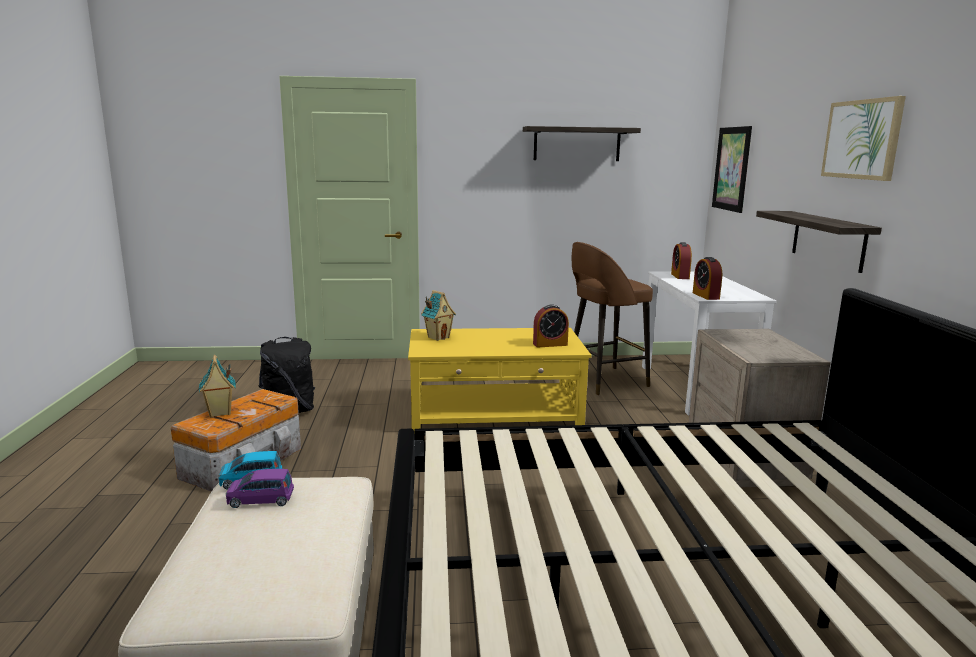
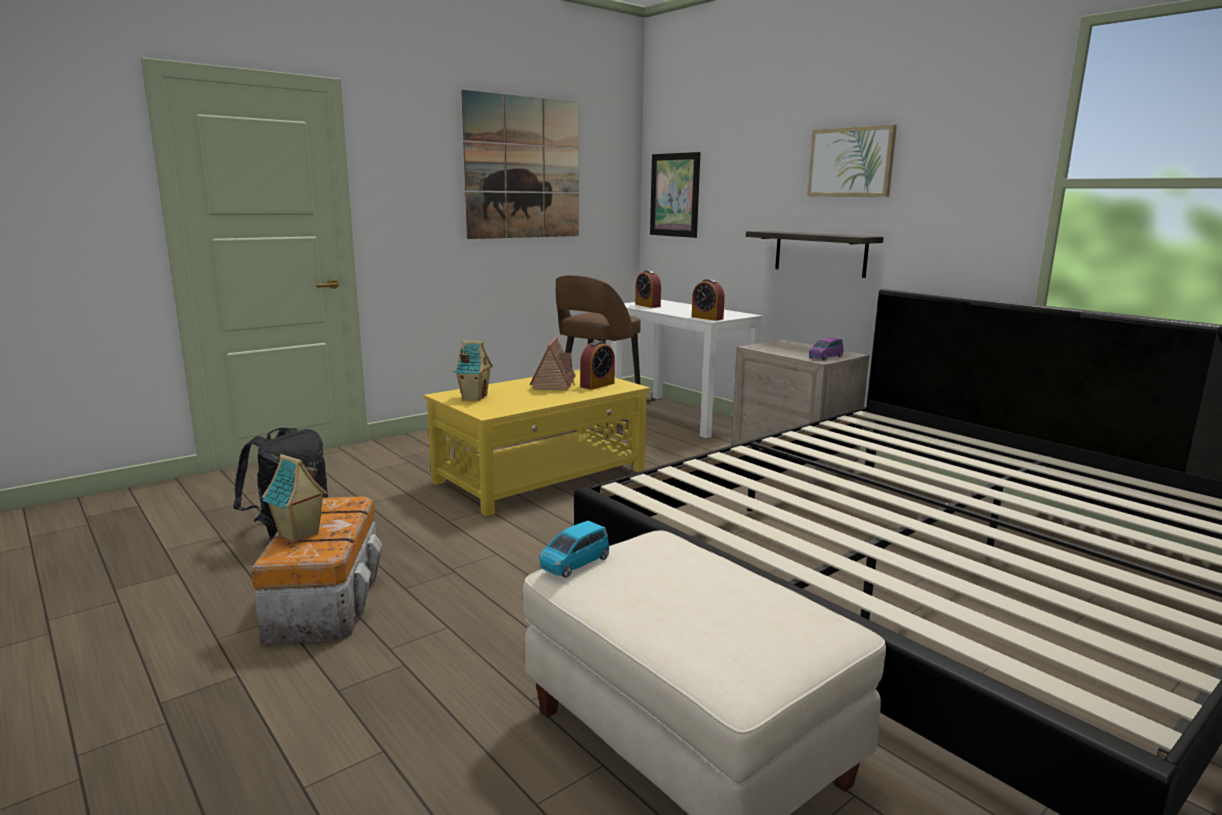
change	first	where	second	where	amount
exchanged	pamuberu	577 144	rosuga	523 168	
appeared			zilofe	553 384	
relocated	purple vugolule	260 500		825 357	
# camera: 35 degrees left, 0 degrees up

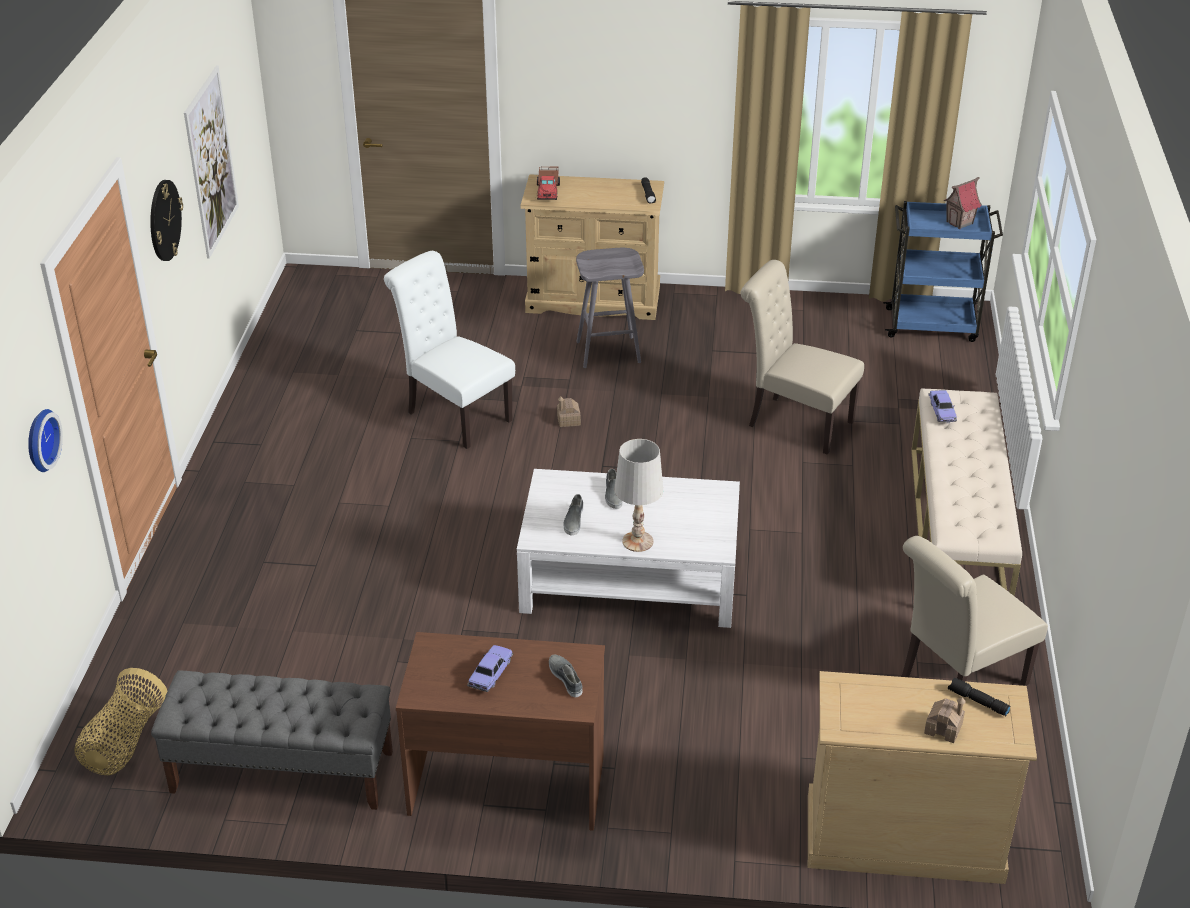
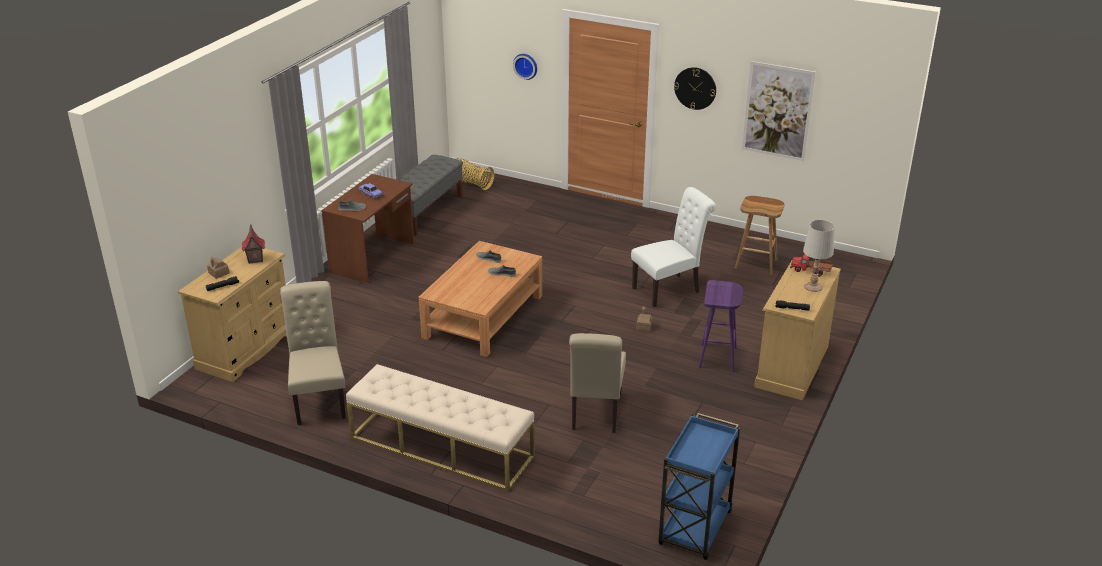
change	first	where	second	where	amount
relocated	zilofe	960 223		255 259	
colour	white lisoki	631 578	brown lisoki	483 317	
spun	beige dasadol	794 422		595 414	135 degrees clockwise
colour	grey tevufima	609 351	purple tevufima	718 358	
appeared			brown tevufima	756 264	
relocated	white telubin	638 541		813 286	
missing	vugolule	942 411			
# camera: 110 degrees right, 5 degrees down

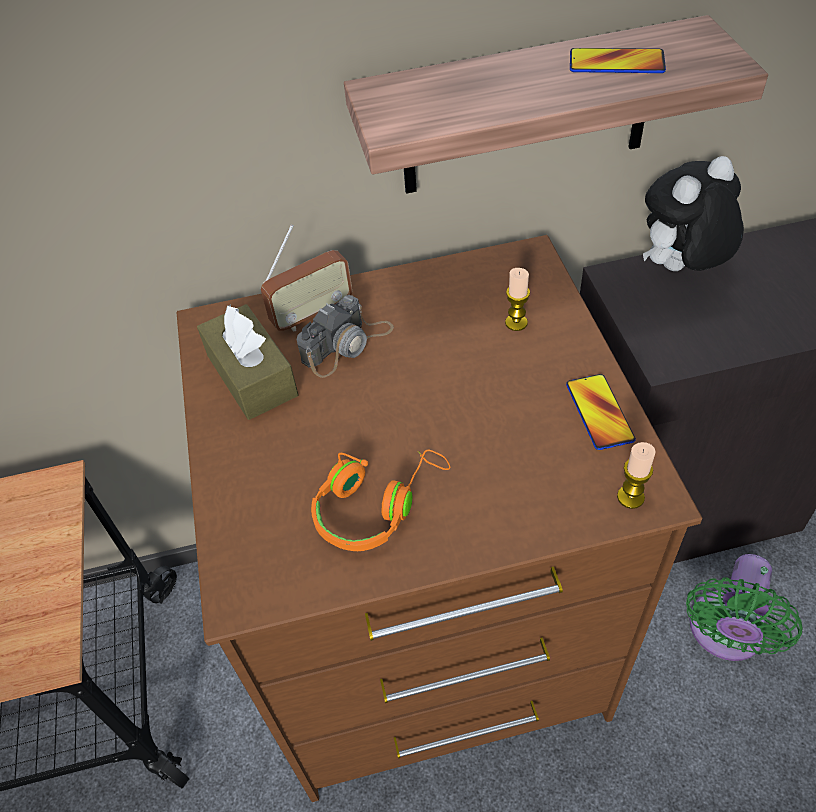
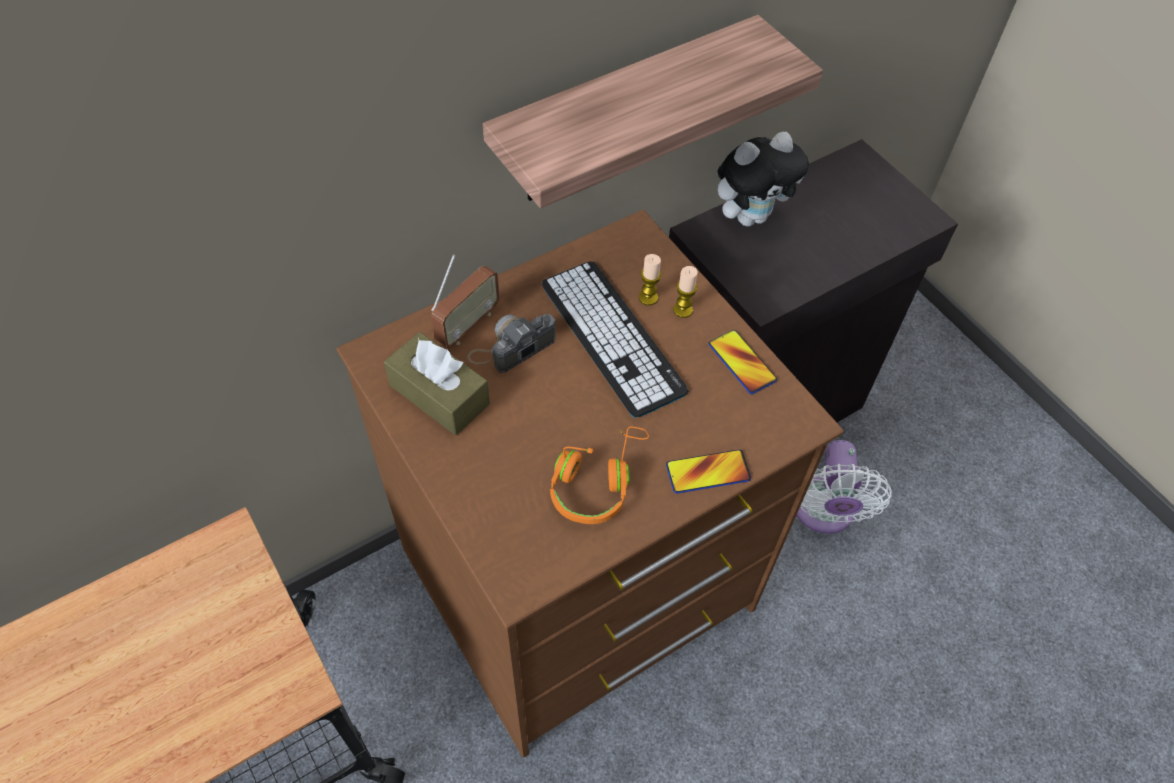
change	first	where	second	where	amount
spun	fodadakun	347 344		512 347	150 degrees counterclockwise
appeared			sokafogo	612 337	
relocated	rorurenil	616 63		708 472	
relocated	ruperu	630 497		683 310	
spun	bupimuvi	680 270		750 216	150 degrees counterclockwise
colour	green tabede	724 633	white tabede	823 512	
# camera: 25 degrees left, 5 degrees up

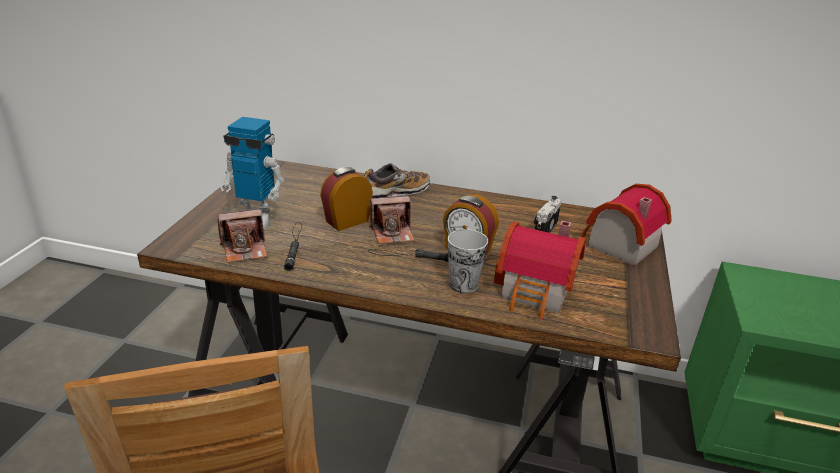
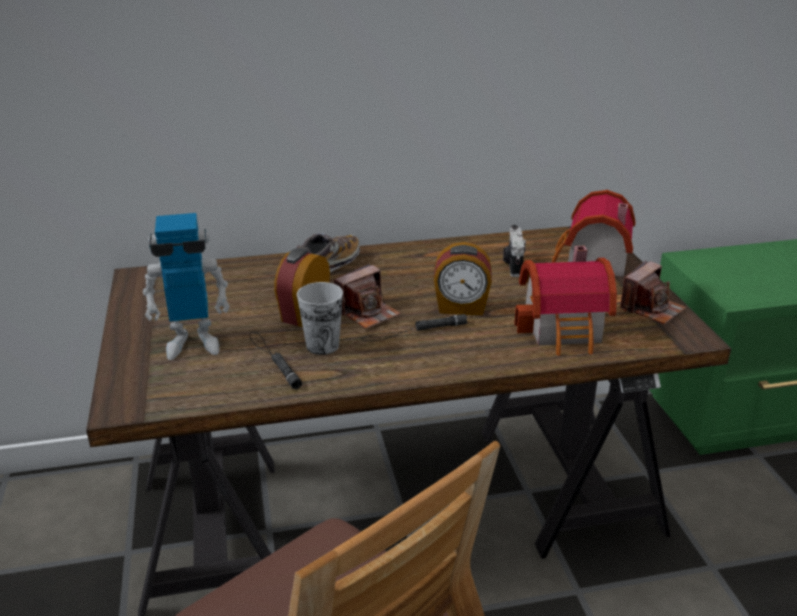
change	first	where	second	where	amount
relocated	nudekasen	463 285		322 345	
relocated	fodadakun	245 249		651 309	
# camera: 25 degrees left, 0 degrees up

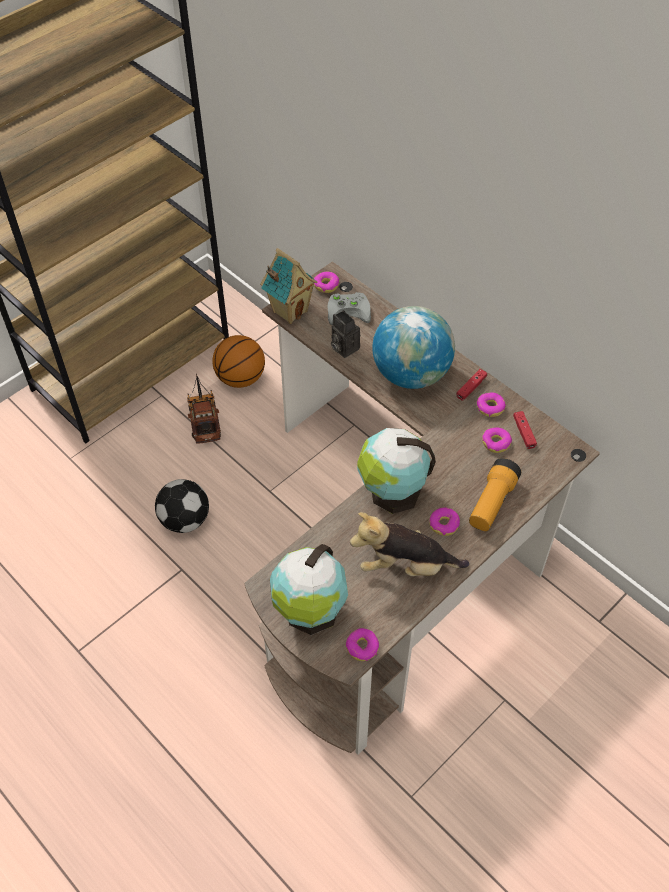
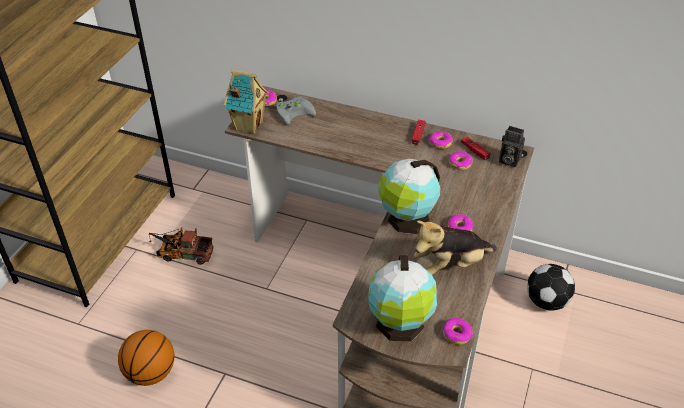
change	first	where	second	where	amount
relocated	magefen	241 378		151 373	
spun	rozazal	204 417		182 254	45 degrees counterclockwise
relocated	fodadakun	343 347		508 160	
relocated	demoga	185 520		547 302	
missing	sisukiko	411 374			
missing	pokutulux	492 503			
# camera: 25 degrees left, 10 degrees down

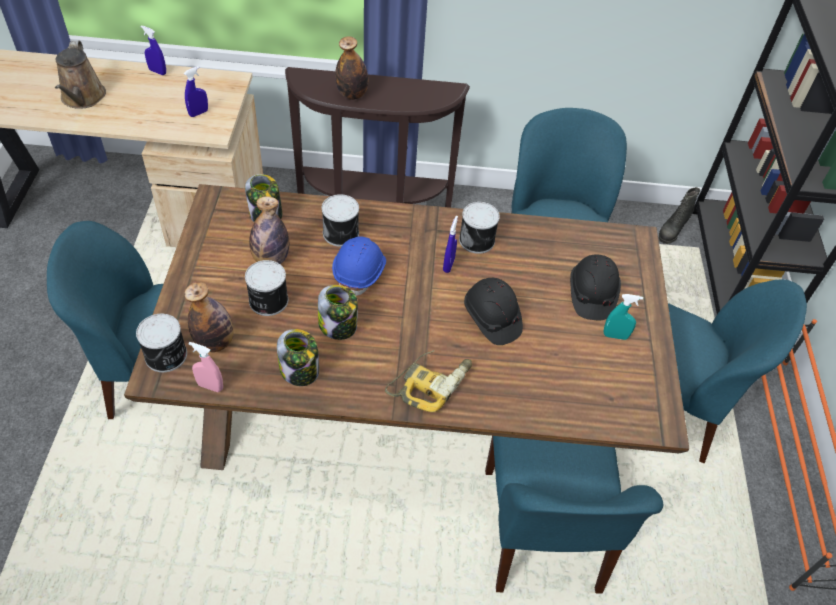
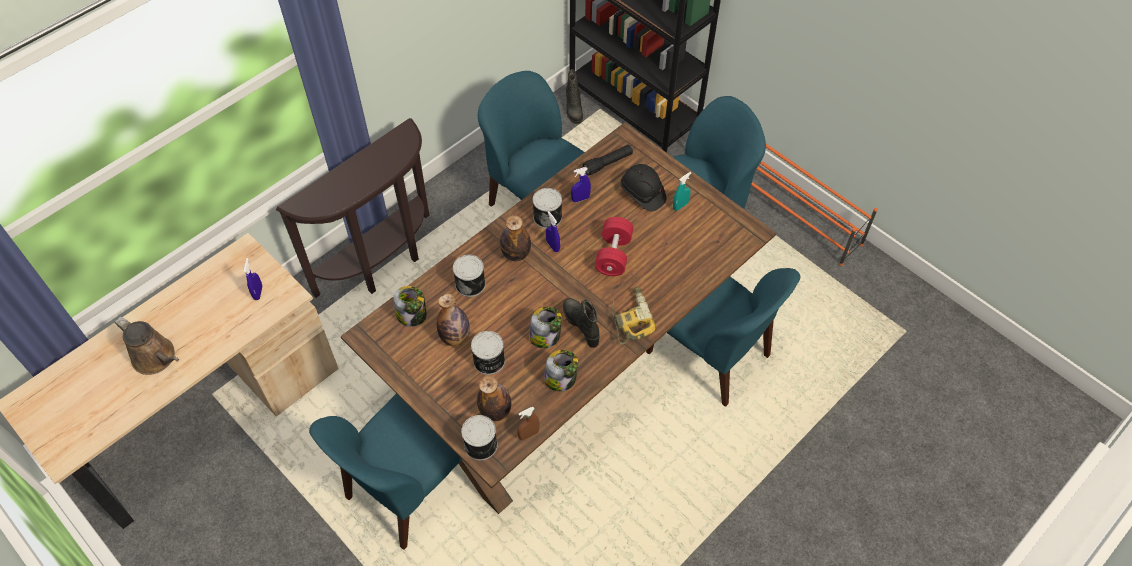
change	first	where	second	where	amount
relocated	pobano	352 94		516 254	
colour	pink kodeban	210 386	brown kodeban	528 434	
appeared			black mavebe	581 325	
relocated	blue kodeban	157 72		580 199	
appeared			black pokutulux	608 164	
exchanged	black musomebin	491 319	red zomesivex	613 255	
missing	blue musomebin	360 273			
# camera: 45 degrees left, 5 degrees up

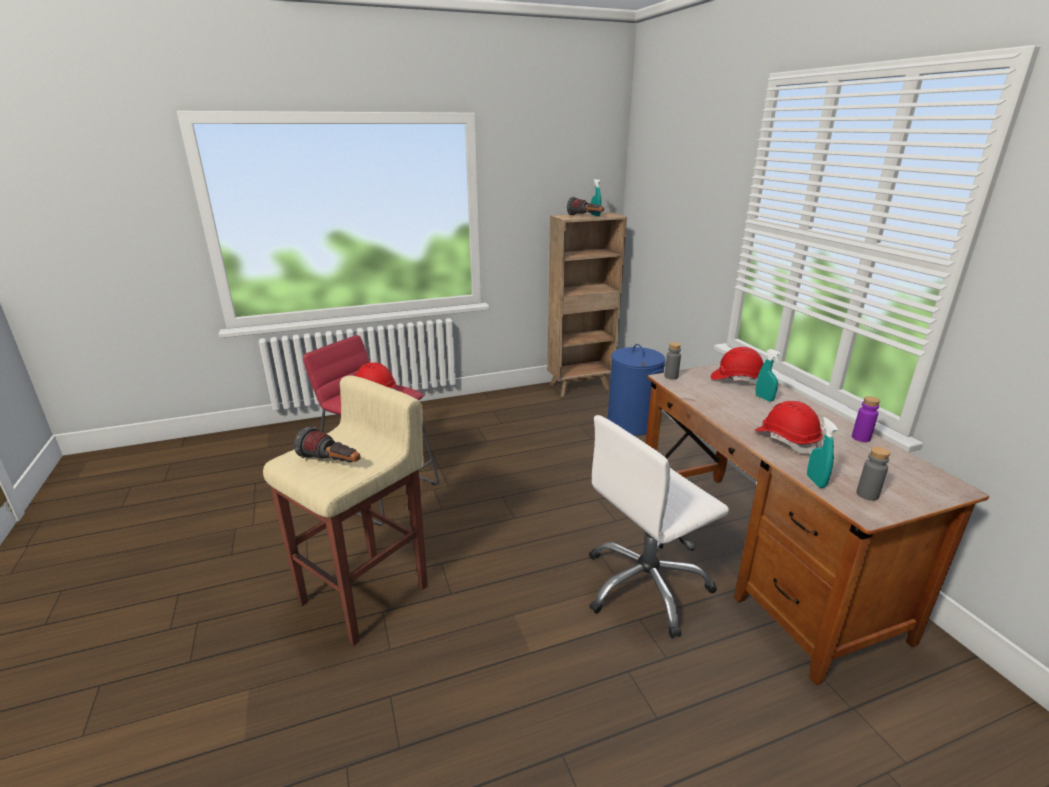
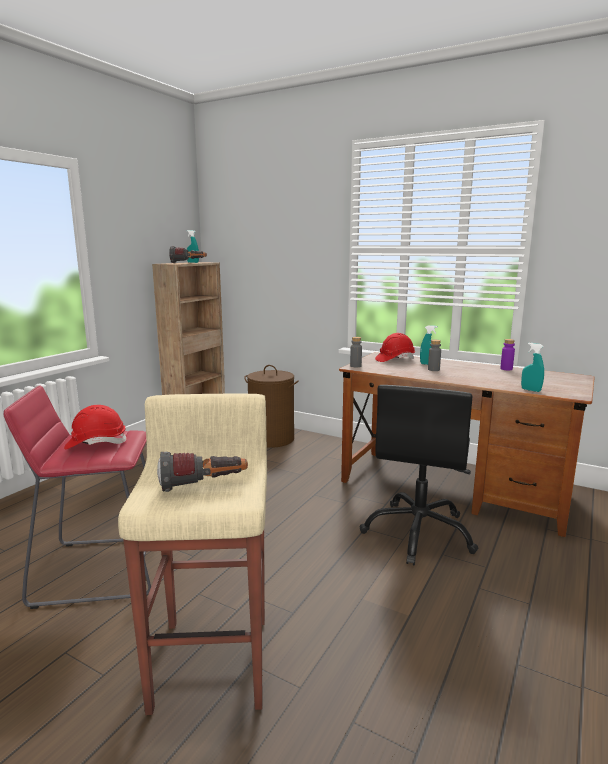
change	first	where	second	where	amount
colour	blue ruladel	632 424	brown ruladel	272 439	
colour	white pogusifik	646 586	black pogusifik	419 533	
relocated	grey pobano	867 495		433 370	
missing	red musomebin	786 440			
# camera: 40 degrees left, 10 degrees down

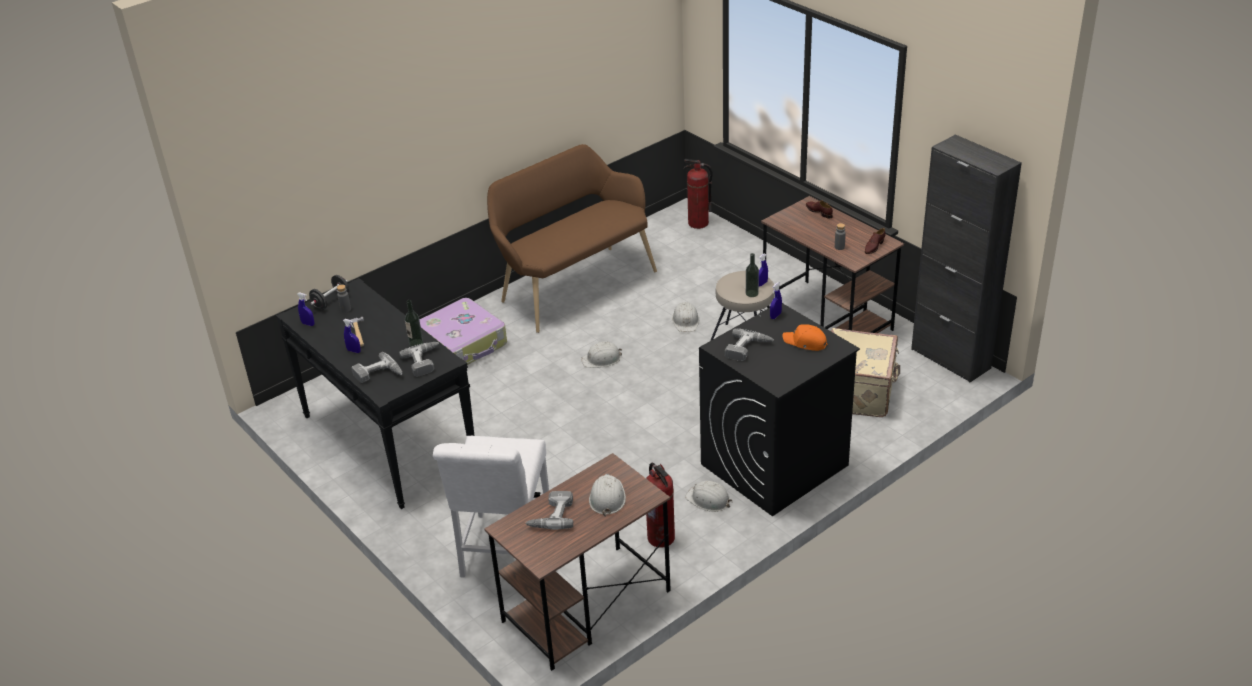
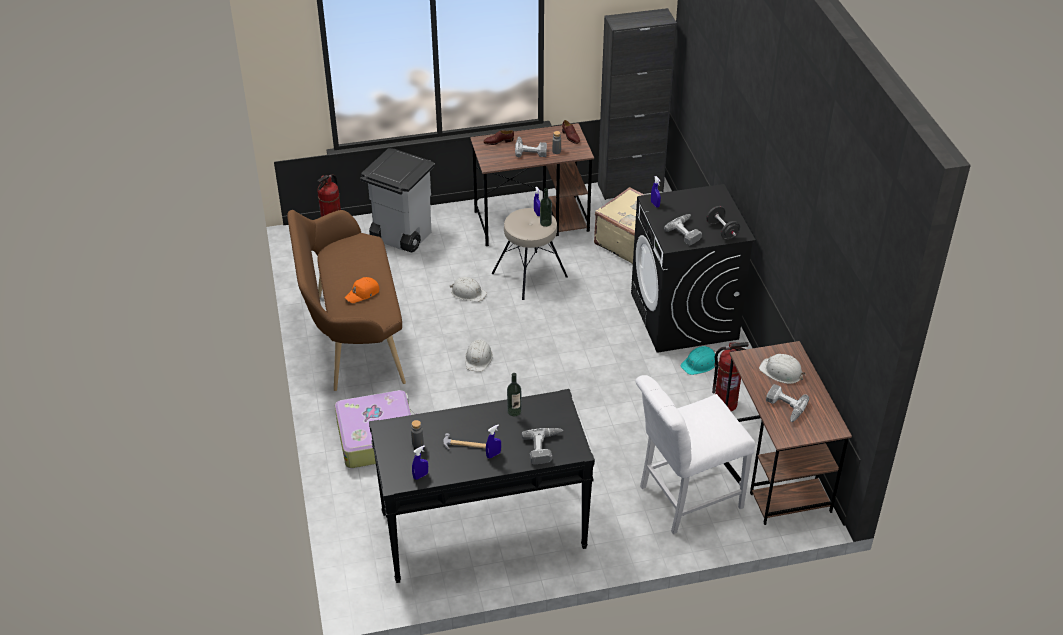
change	first	where	second	where	amount
relocated	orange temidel	805 342		363 293	
appeared			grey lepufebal	401 237	
relocated	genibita	425 361		530 149	
spun	white dasadol	504 552		685 498	120 degrees clockwise
colour	white musomebin	708 500	turquoise musomebin	699 364	
relocated	black zomesivex	331 301		722 231	
# camera: 65 degrees left, 5 degrees up

